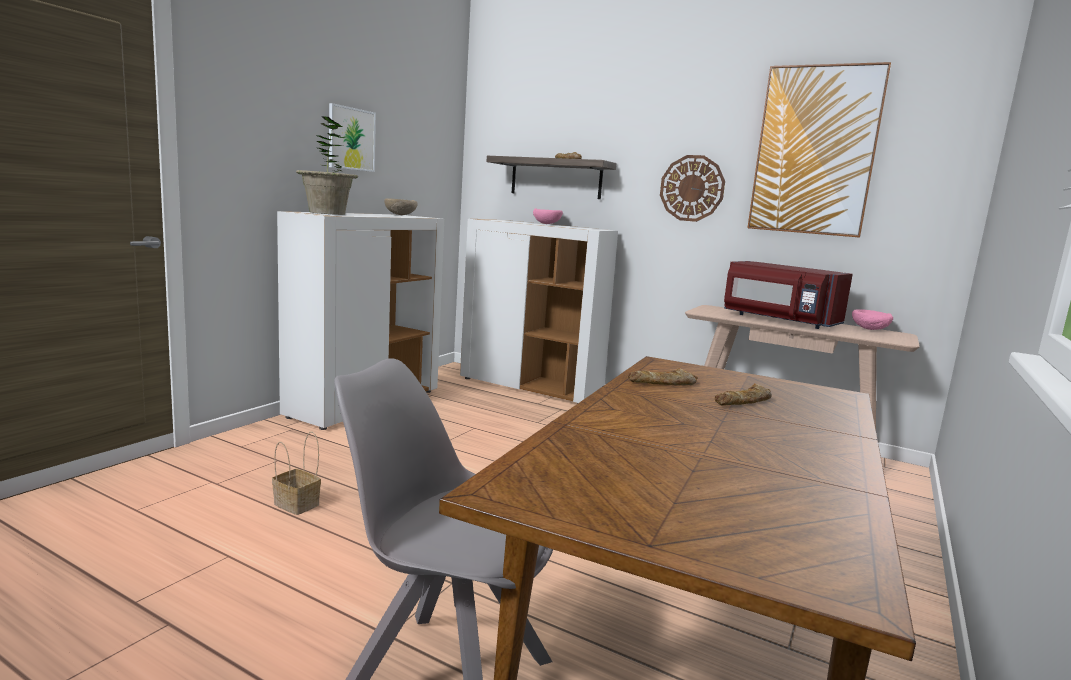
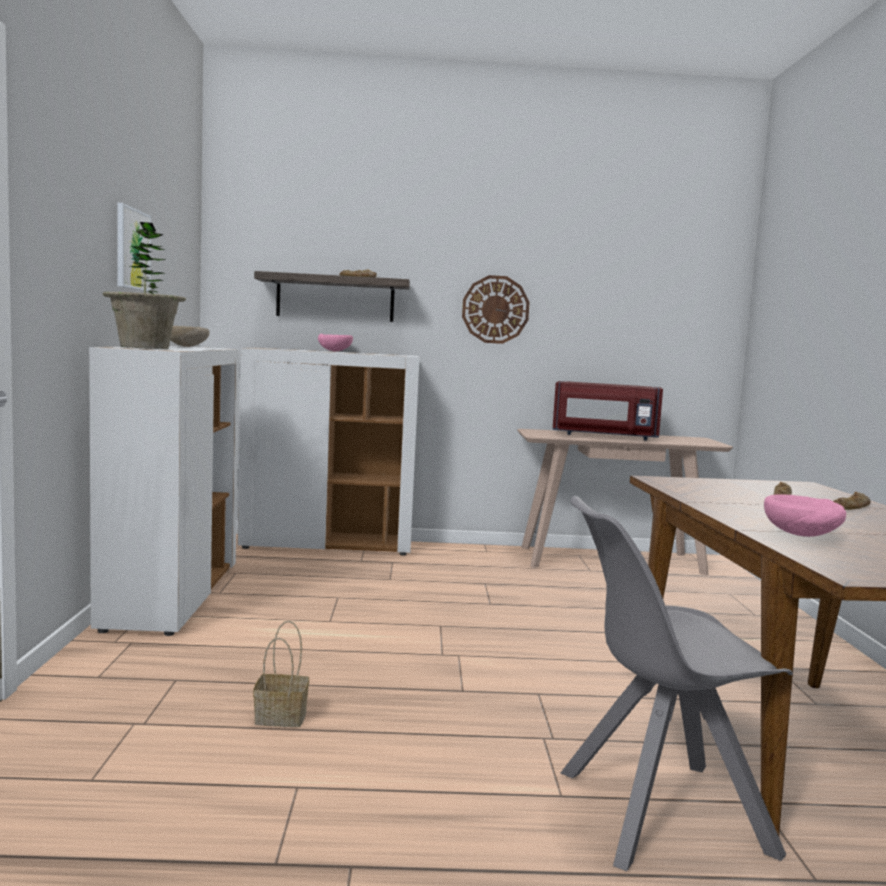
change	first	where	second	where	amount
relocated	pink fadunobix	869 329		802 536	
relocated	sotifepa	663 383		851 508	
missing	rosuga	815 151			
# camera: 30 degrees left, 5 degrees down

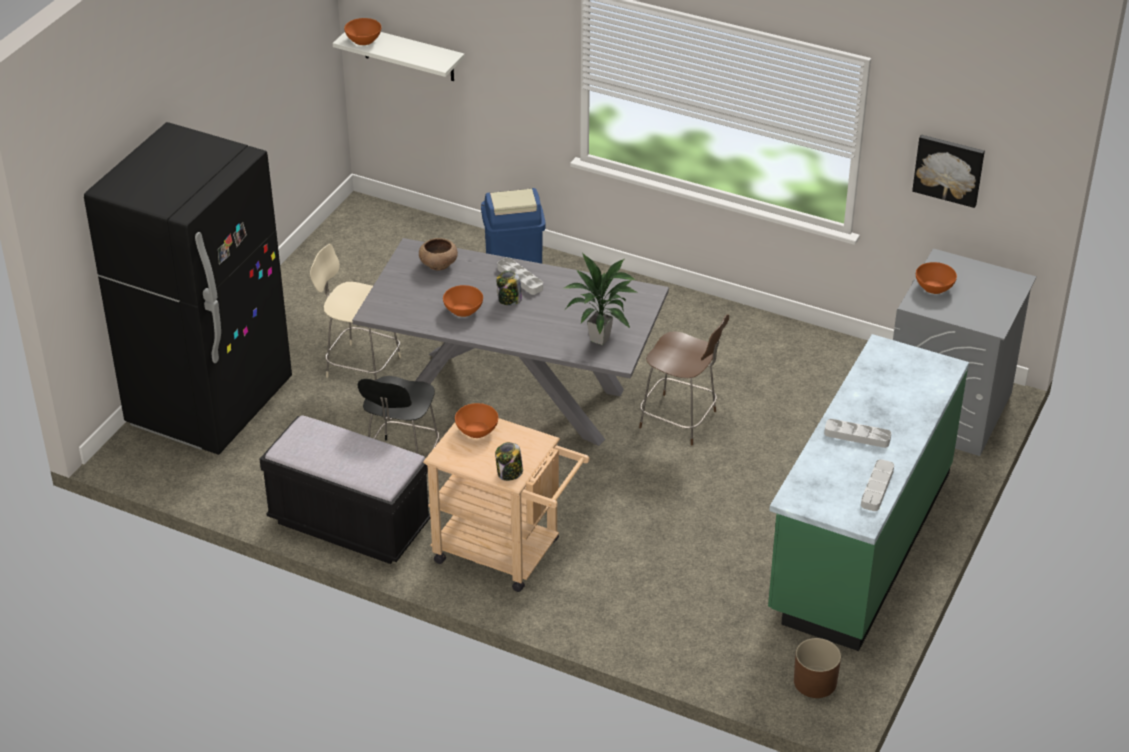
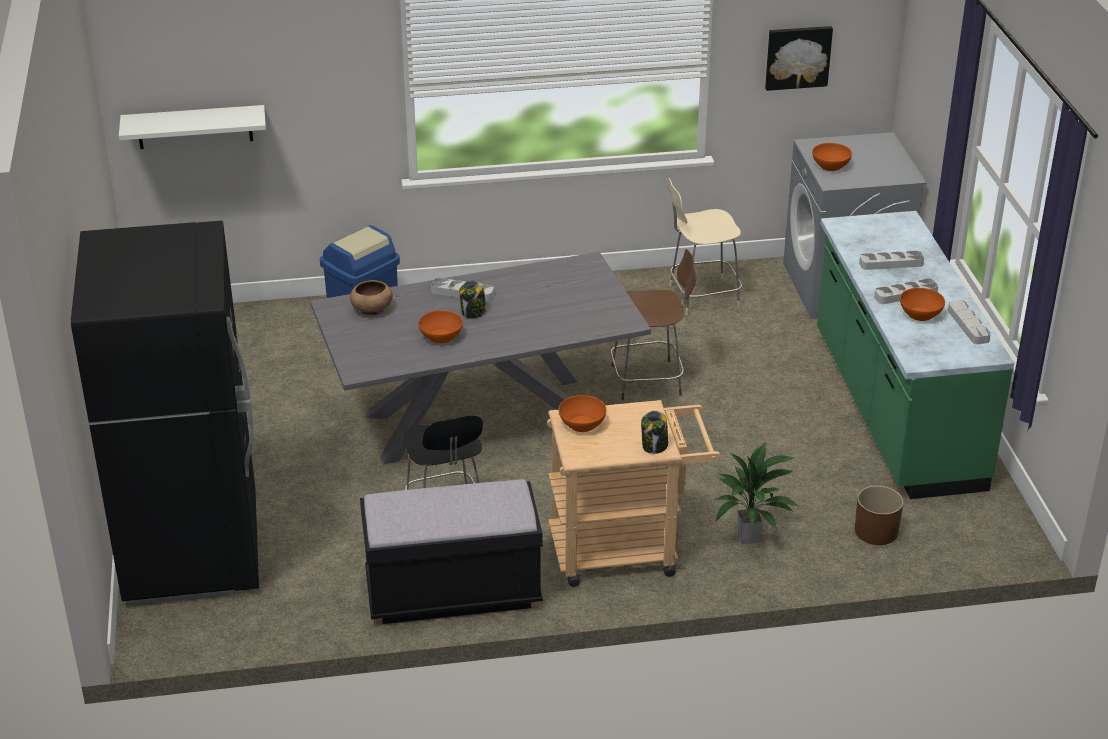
change	first	where	second	where	amount
relocated	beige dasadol	361 366		701 296	
relocated	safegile	600 339		749 538	
relocated	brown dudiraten	815 682		876 531	
appeared			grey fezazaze	891 263	
relocated	orange fadunobix	363 40		920 314	
# camera: 35 degrees left, 5 degrees down

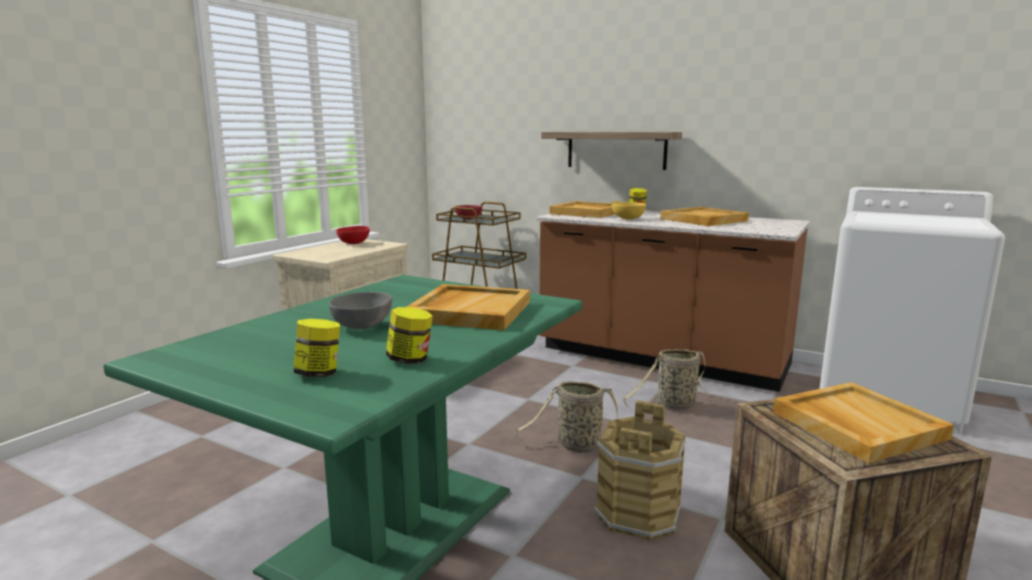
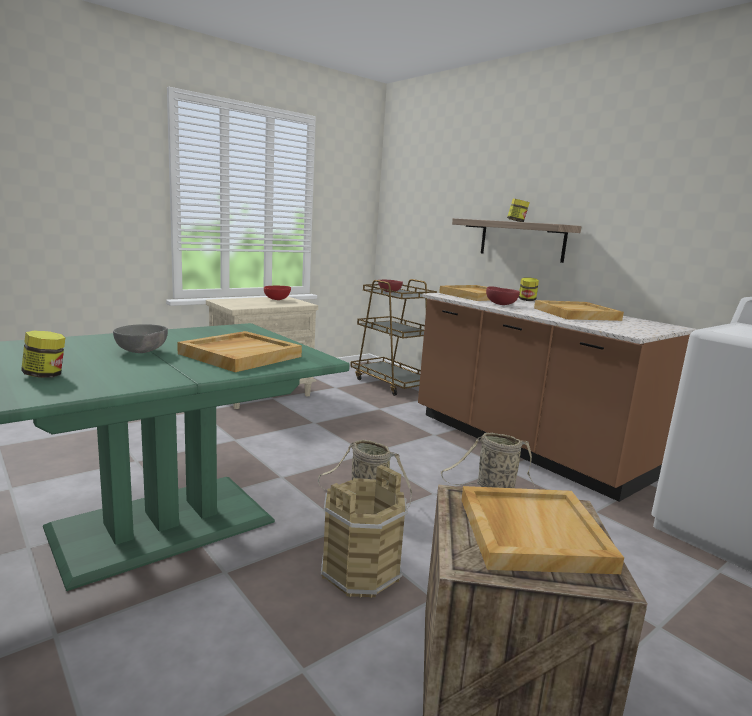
change	first	where	second	where	amount
colour	yellow fadunobix	627 219	red fadunobix	501 304	
relocated	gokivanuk	410 360		516 221	
# camera: 20 degrees right, 0 degrees up

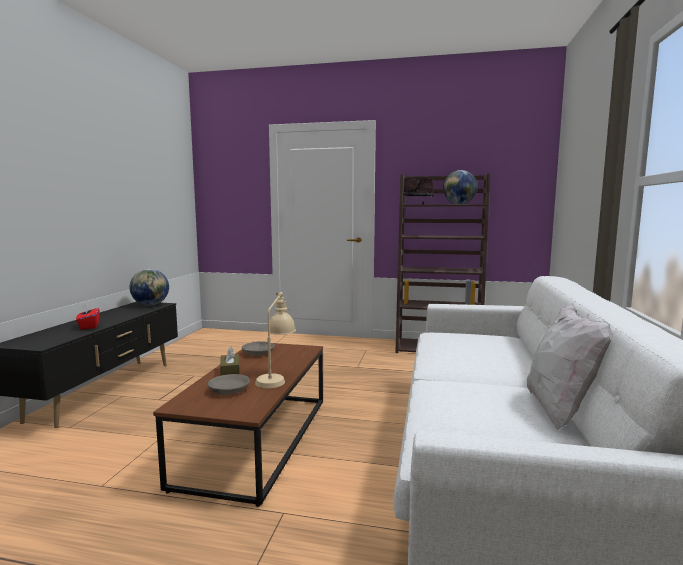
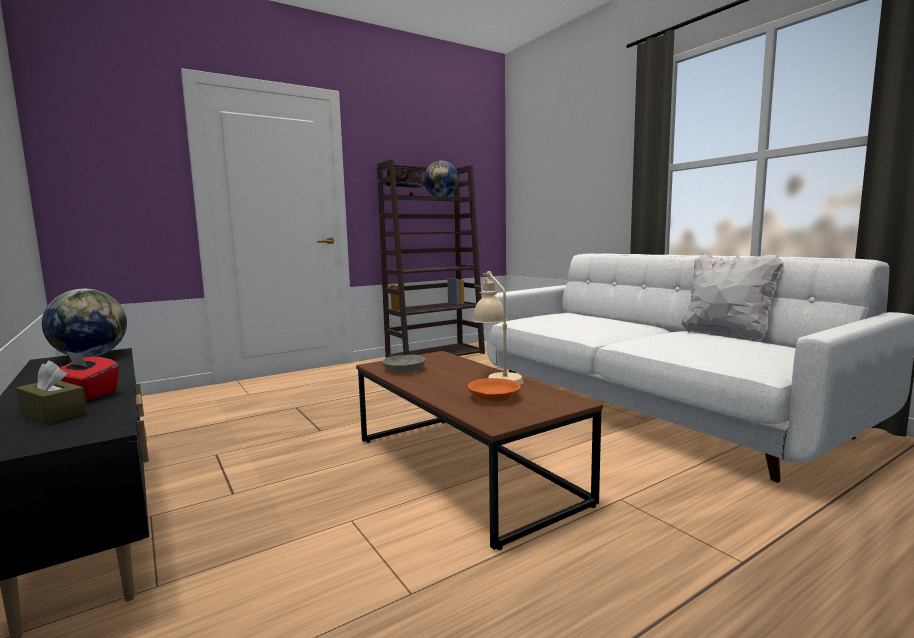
change	first	where	second	where	amount
relocated	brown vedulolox	230 373		53 413	
colour	grey fadunobix	228 390	orange fadunobix	493 397	
# camera: 45 degrees left, 0 degrees up

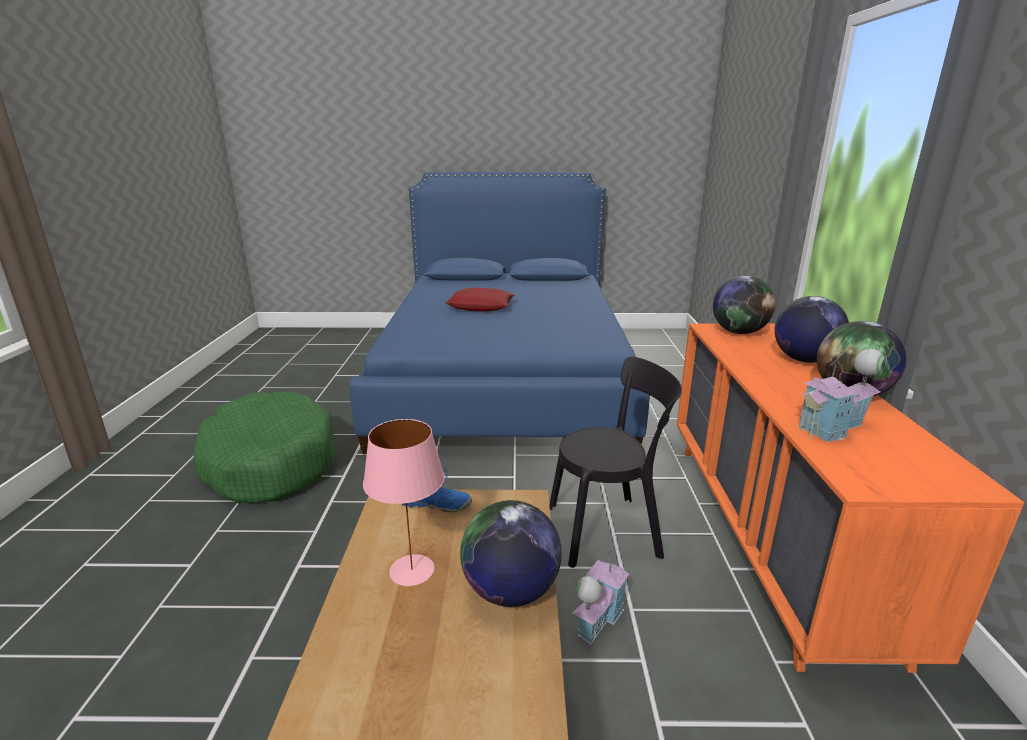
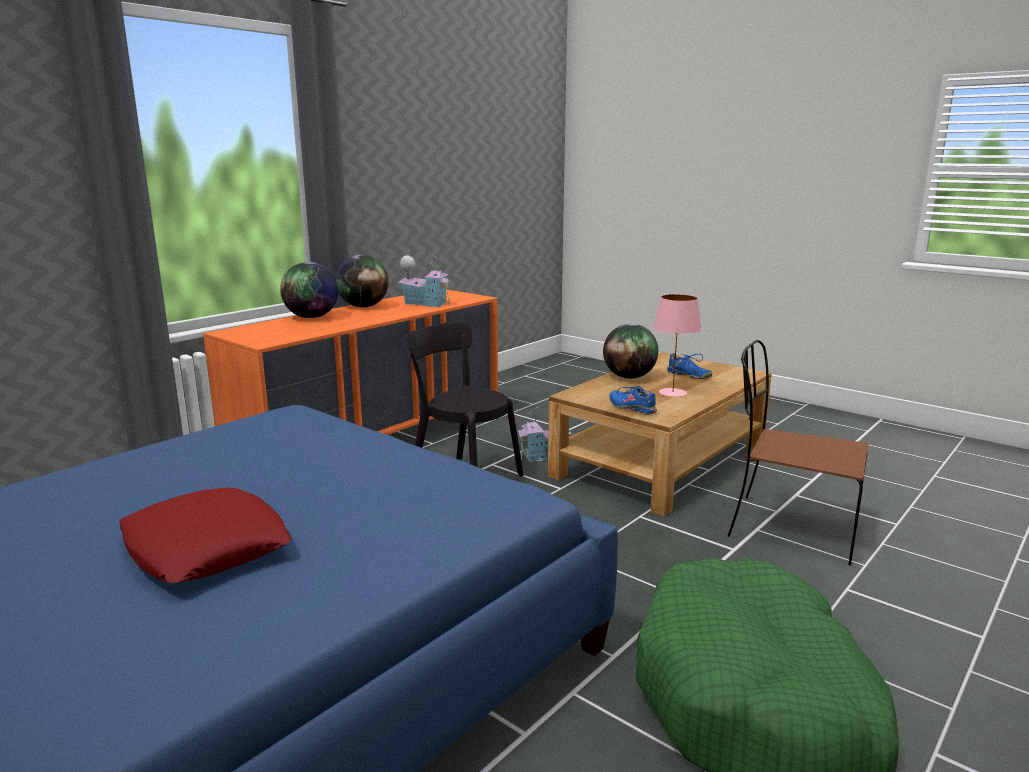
change	first	where	second	where	amount
appeared			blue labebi	688 376	
appeared			brown dasadol	789 528	
missing	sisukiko	739 332			
# camera: 140 degrees left, 5 degrees down

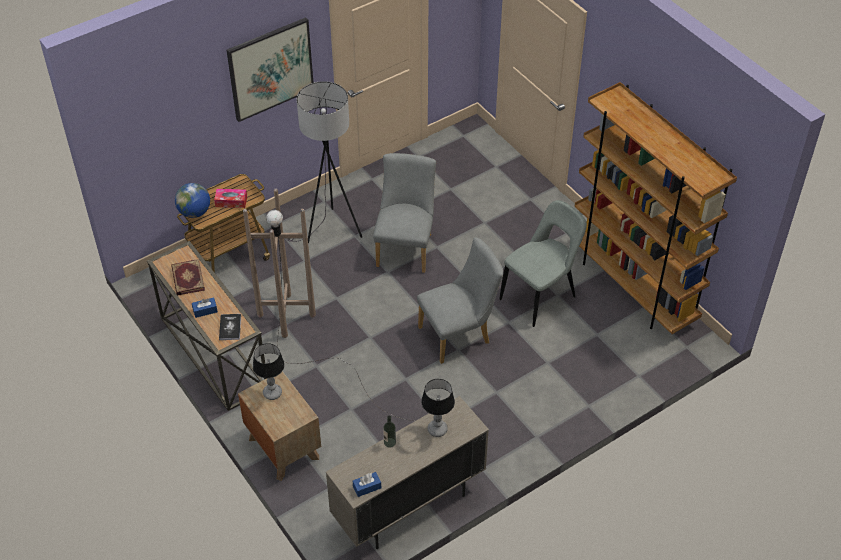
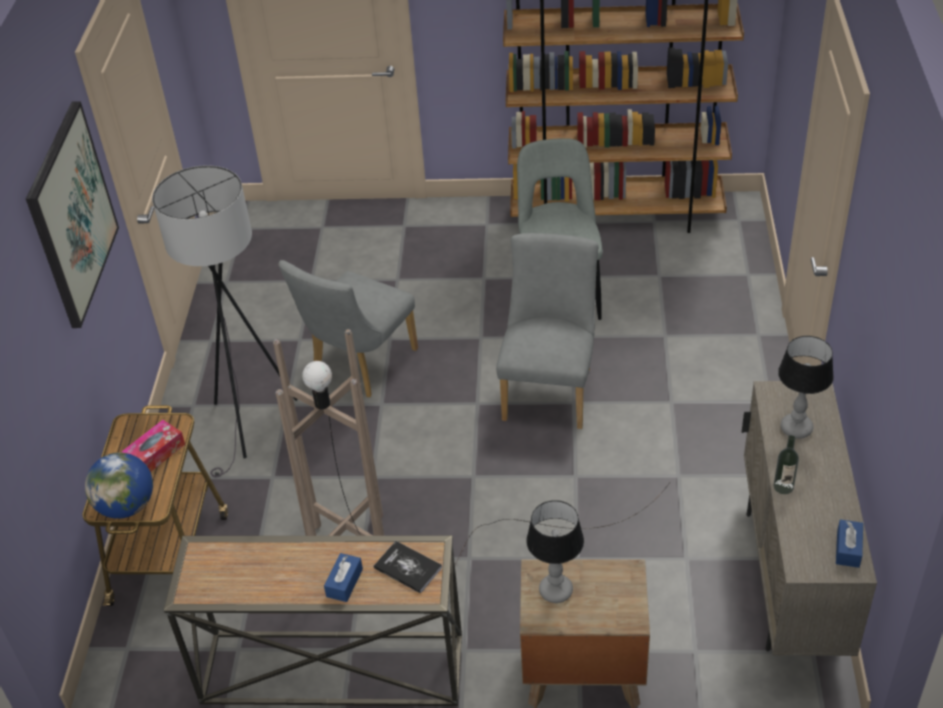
change	first	where	second	where	amount
spun	grey dasadol	406 247		359 366	105 degrees counterclockwise
missing	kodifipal	187 279			
# camera: 50 degrees left, 5 degrees down

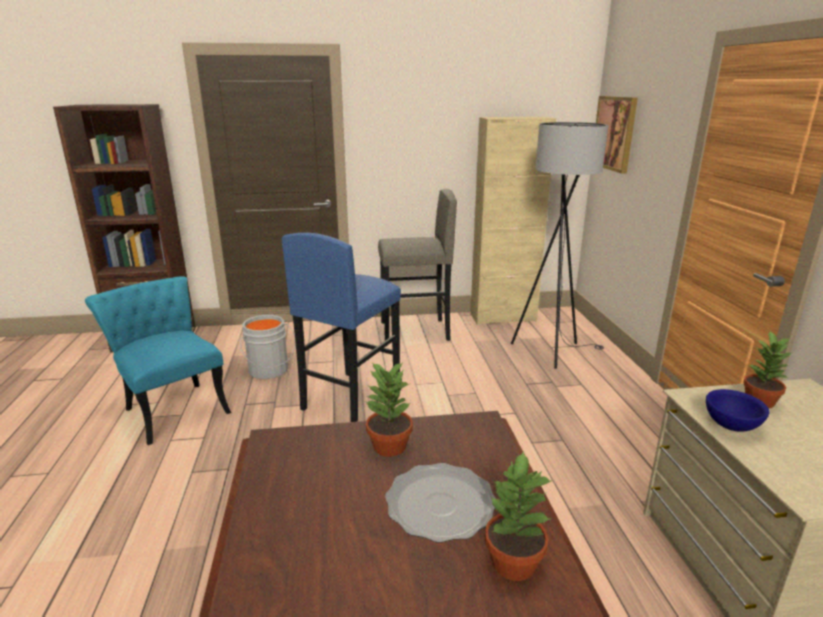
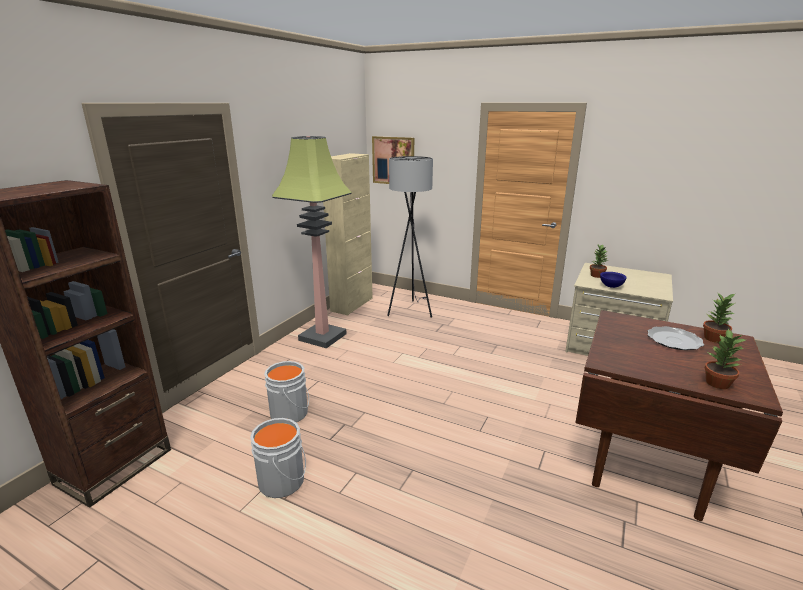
change	first	where	second	where	amount
exchanged	turquoise dasadol	172 407	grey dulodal	284 481	
exchanged	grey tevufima	415 331	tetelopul	323 337	
relocated	safegile	388 446		717 383	
missing	blue tevufima	350 398			
# camera: 55 degrees left, 0 degrees up

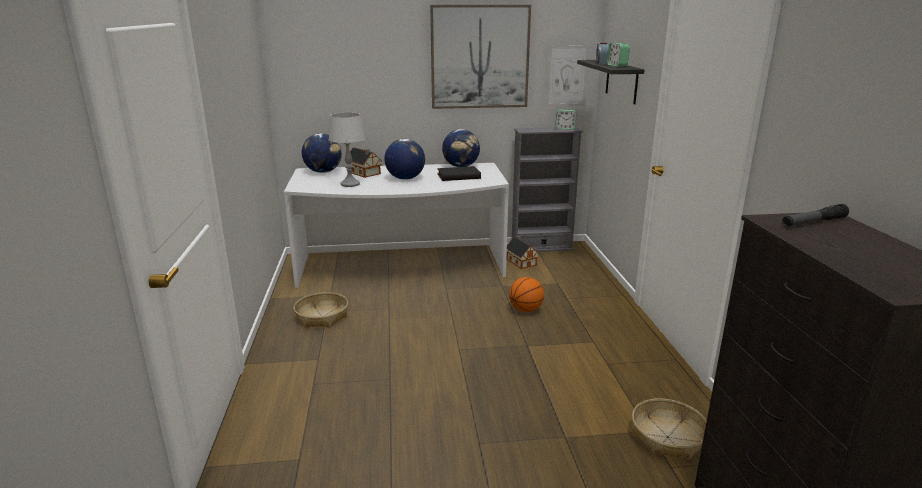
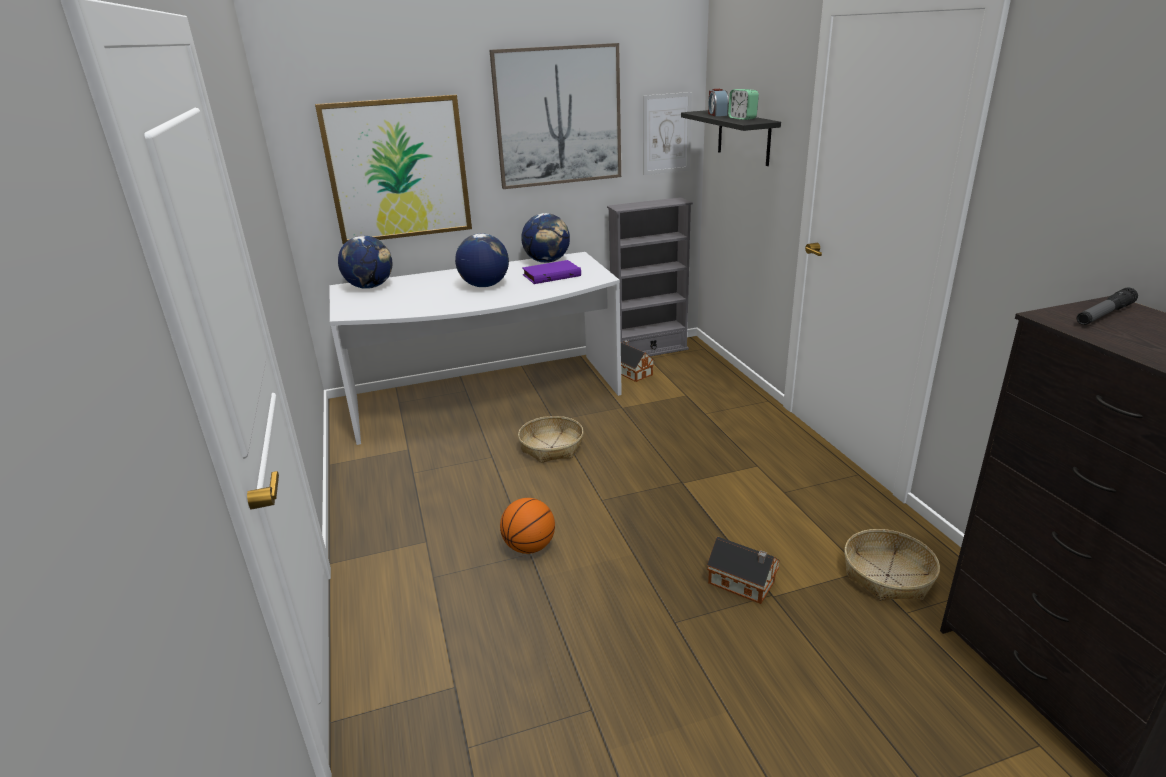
change	first	where	second	where	amount
appeared			rosuga	398 169	
relocated	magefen	525 310		529 547	
relocated	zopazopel	322 317		551 447	
colour	black kodifipal	458 176	purple kodifipal	551 275	
relocated	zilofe	364 173		743 583	
missing	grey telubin	350 184			
missing	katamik	565 128			
# camera: 10 degrees left, 5 degrees up

